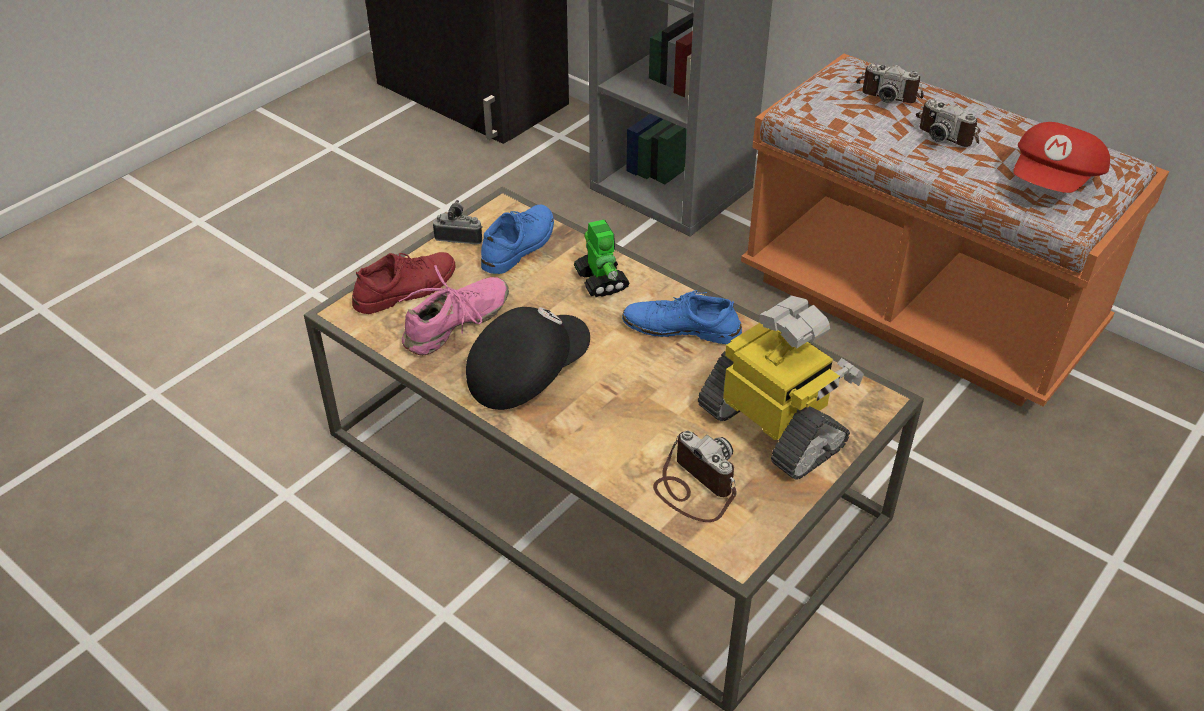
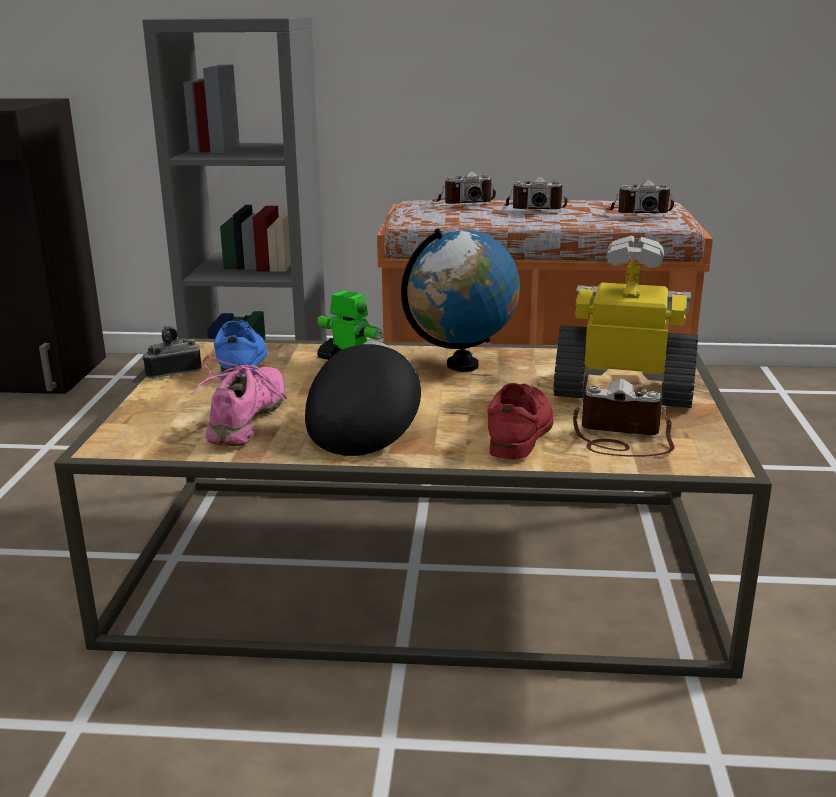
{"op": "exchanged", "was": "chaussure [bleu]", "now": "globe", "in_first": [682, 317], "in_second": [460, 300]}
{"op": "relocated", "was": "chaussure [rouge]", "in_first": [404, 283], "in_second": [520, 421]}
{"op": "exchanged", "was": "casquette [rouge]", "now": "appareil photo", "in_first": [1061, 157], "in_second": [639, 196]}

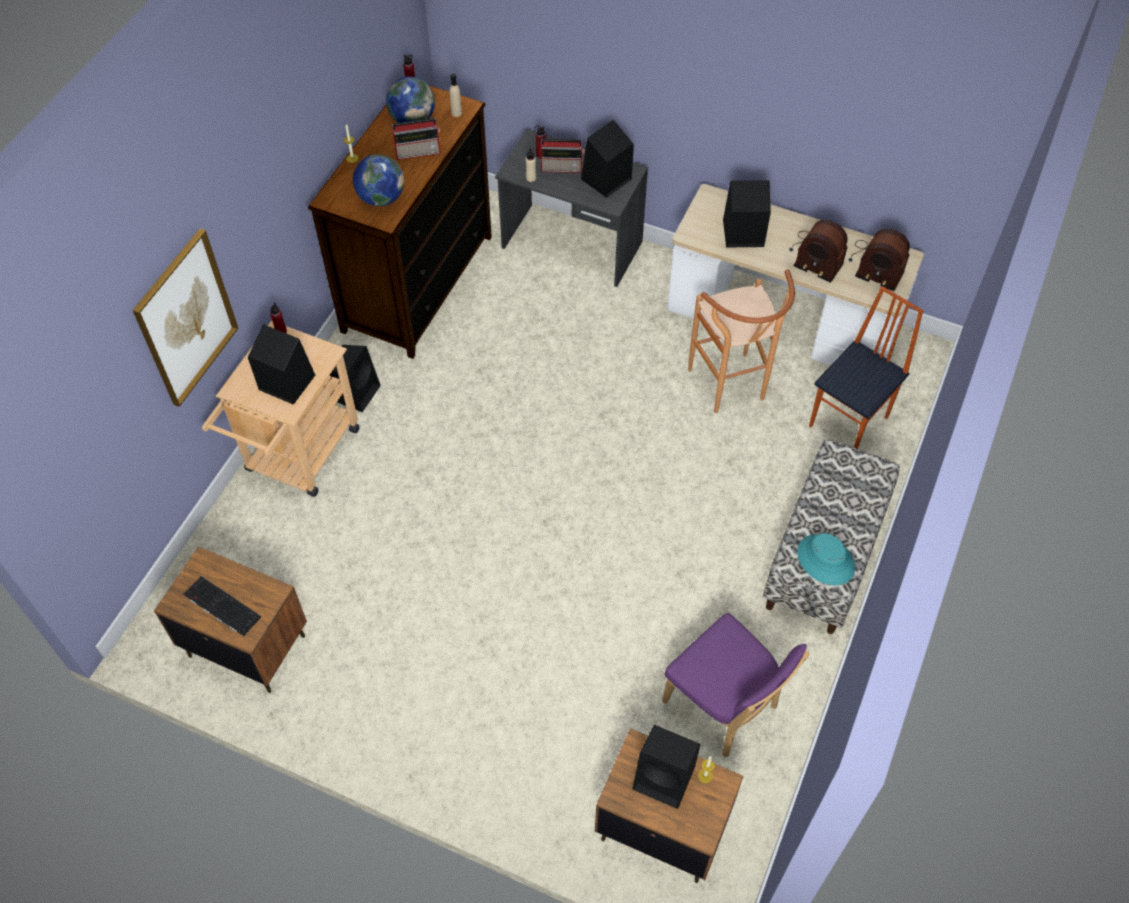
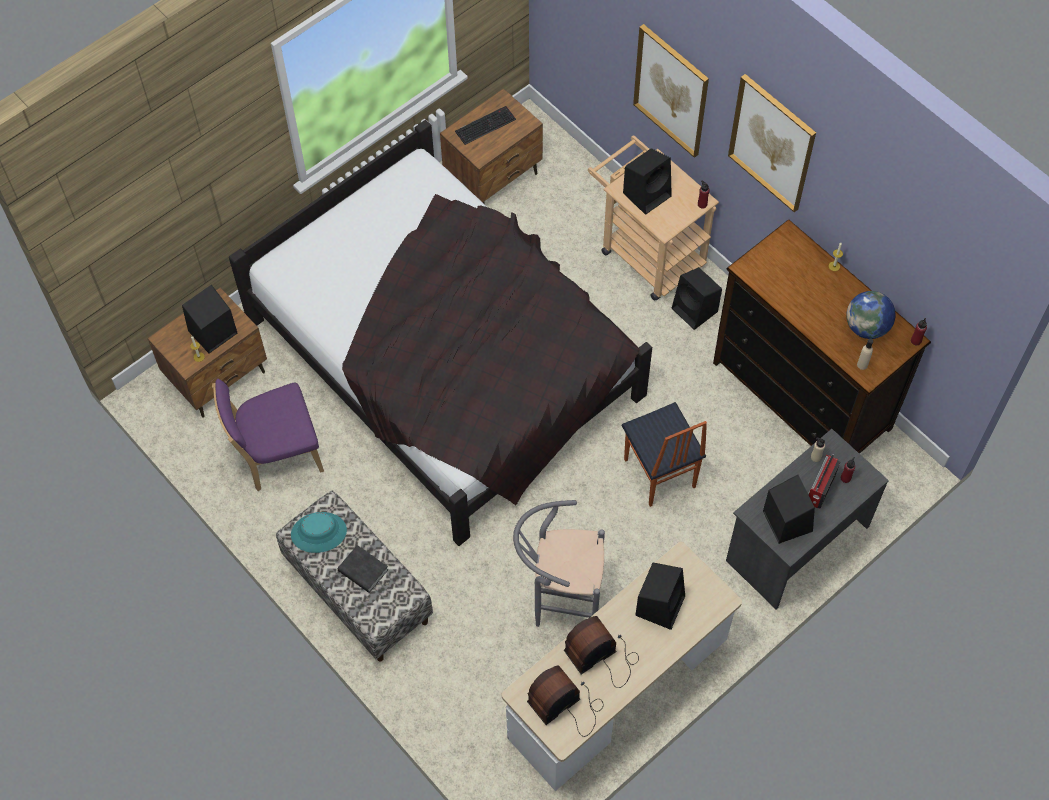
{"op": "appeared", "now": "lit [noir]", "in_second": [440, 333]}
{"op": "appeared", "now": "livre [noir]", "in_second": [363, 569]}
{"op": "colour", "was": "tabouret [marron]", "now": "tabouret [gris]", "in_first": [741, 341], "in_second": [559, 563]}
{"op": "relocated", "was": "chaise", "in_first": [866, 367], "in_second": [664, 454]}
{"op": "appeared", "now": "tableau", "in_second": [772, 143]}
{"op": "missing", "was": "globe", "in_first": [378, 180]}
{"op": "missing", "was": "radio", "in_first": [416, 139]}

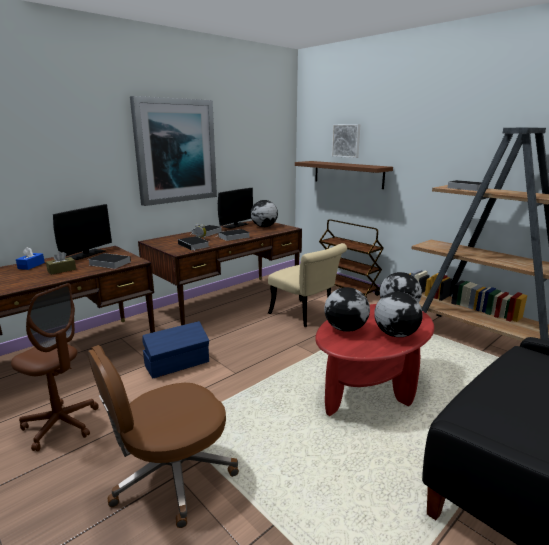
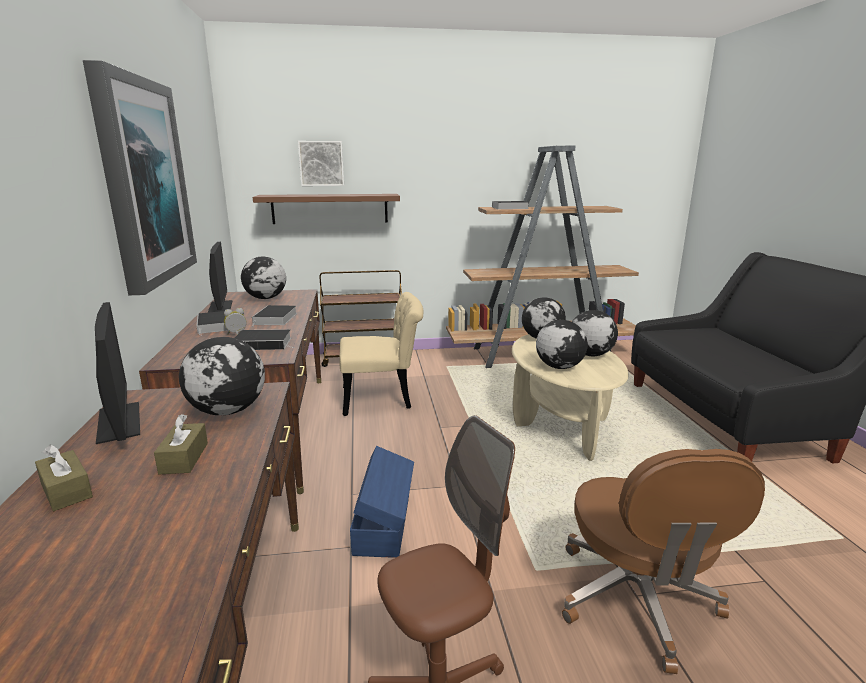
{"op": "colour", "was": "boîte à mouchoirs [bleu]", "now": "boîte à mouchoirs [marron]", "in_first": [30, 258], "in_second": [64, 478]}
{"op": "exchanged", "was": "livre", "now": "globe", "in_first": [109, 261], "in_second": [222, 376]}
{"op": "colour", "was": "table basse [rouge]", "now": "table basse [beige]", "in_first": [374, 360], "in_second": [570, 397]}

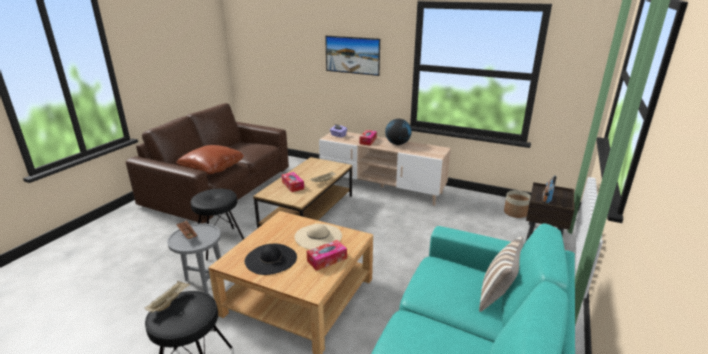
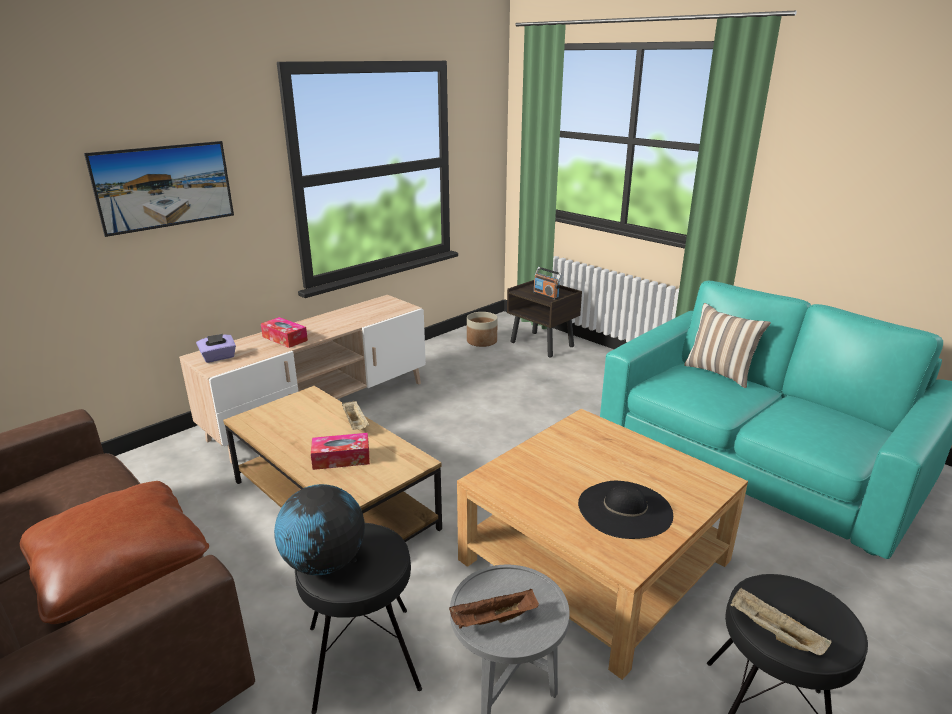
{"op": "relocated", "was": "globe", "in_first": [398, 132], "in_second": [319, 529]}
{"op": "missing", "was": "chapeau [beige]", "in_first": [318, 236]}
{"op": "missing", "was": "boîte à mouchoirs", "in_first": [327, 255]}

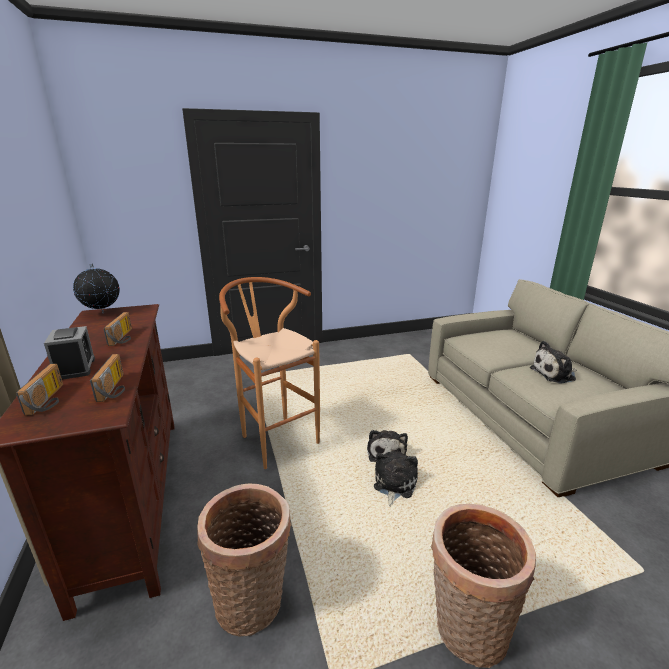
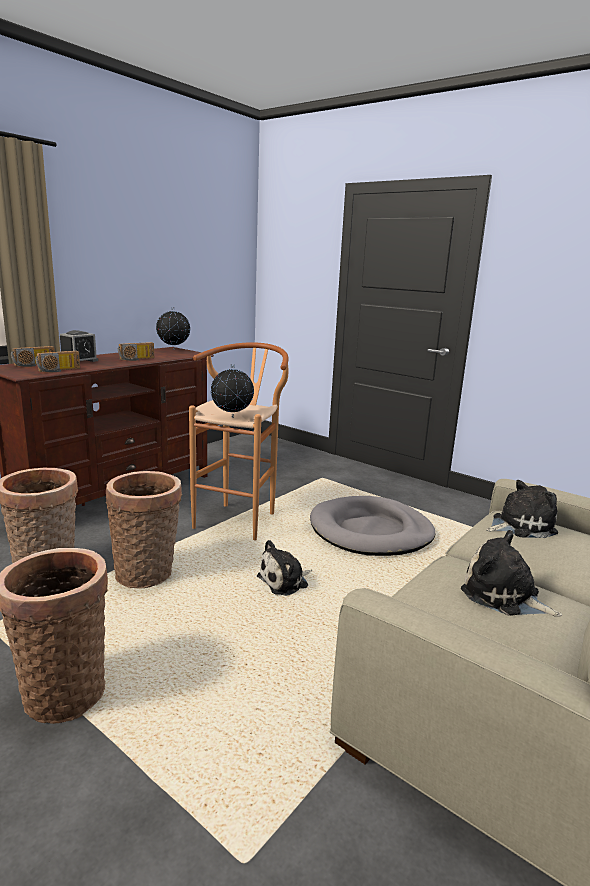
{"op": "appeared", "now": "panier", "in_second": [144, 529]}
{"op": "appeared", "now": "globe", "in_second": [232, 391]}
{"op": "appeared", "now": "panier pour chien [gris]", "in_second": [373, 526]}
{"op": "relocated", "was": "peluche", "in_first": [396, 478], "in_second": [522, 509]}

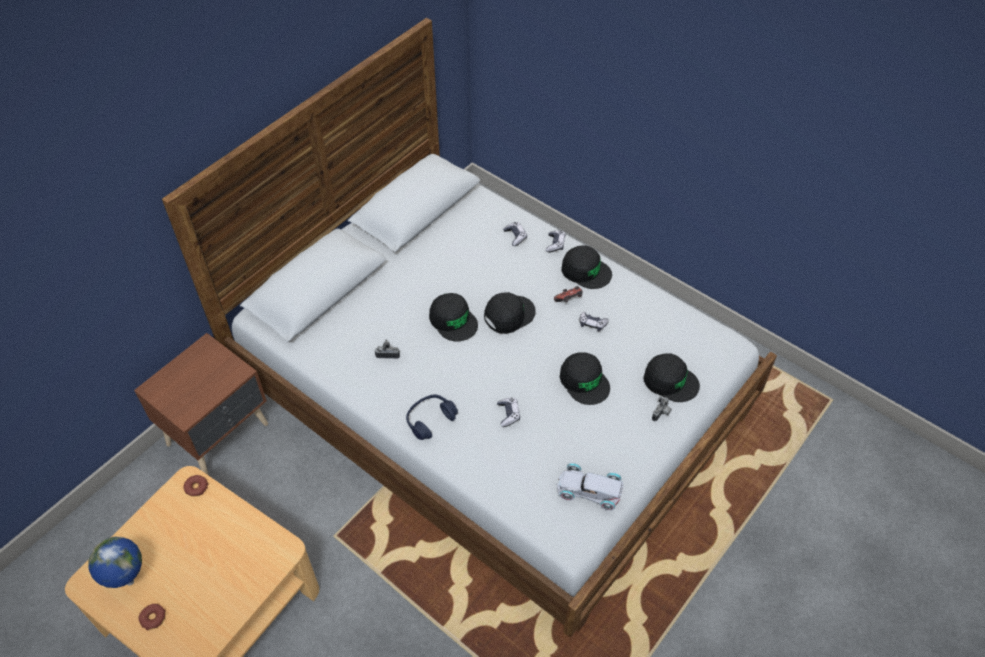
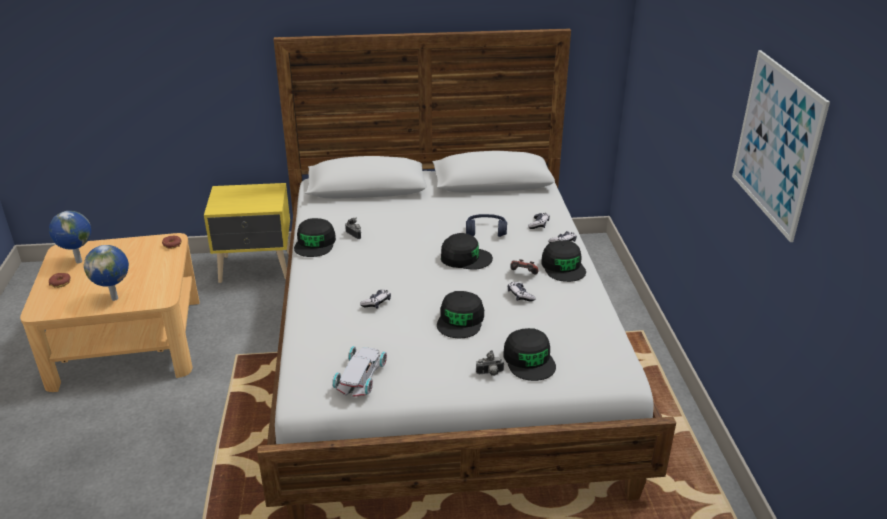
{"op": "appeared", "now": "globe", "in_second": [106, 273]}
{"op": "colour", "was": "table de chevet [marron]", "now": "table de chevet [jaune]", "in_first": [201, 404], "in_second": [247, 233]}
{"op": "relocated", "was": "casquette [noir]", "in_first": [453, 317], "in_second": [315, 237]}
{"op": "spun", "was": "petite voiture [blanc]", "in_first": [590, 486], "in_second": [359, 371], "clockwise": 45}
{"op": "relocated", "was": "casque audio [bleu]", "in_first": [432, 417], "in_second": [486, 225]}
{"op": "appeared", "now": "tableau", "in_second": [781, 146]}

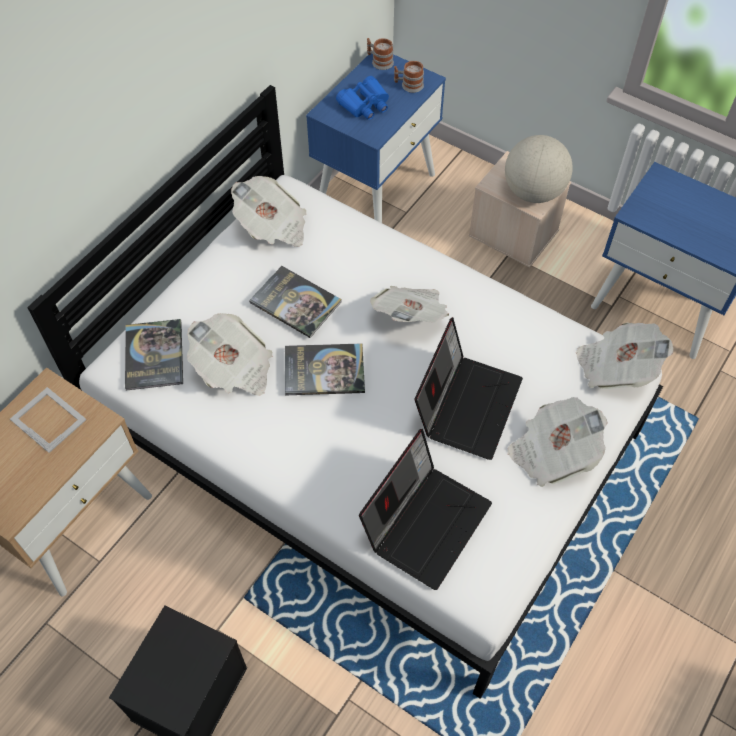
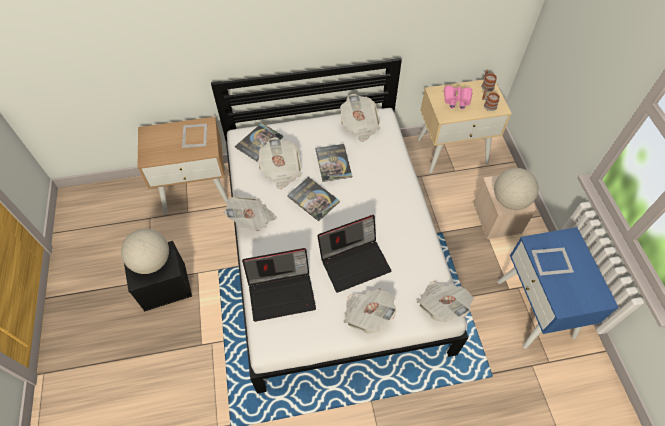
{"op": "appeared", "now": "globe", "in_second": [145, 251]}
{"op": "relocated", "was": "journal", "in_first": [409, 304], "in_second": [250, 213]}
{"op": "colour", "was": "table de chevet [bleu]", "now": "table de chevet [beige]", "in_first": [376, 138], "in_second": [464, 126]}
{"op": "colour", "was": "jumelles [bleu]", "now": "jumelles [rose]", "in_first": [362, 98], "in_second": [458, 97]}
{"op": "appeared", "now": "cadre photo", "in_second": [553, 262]}

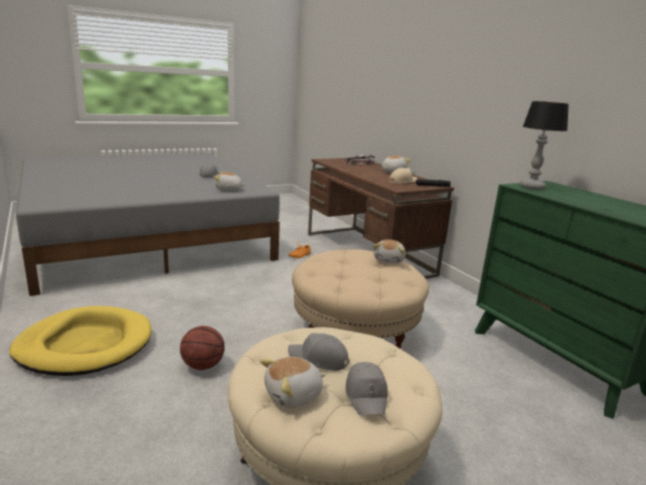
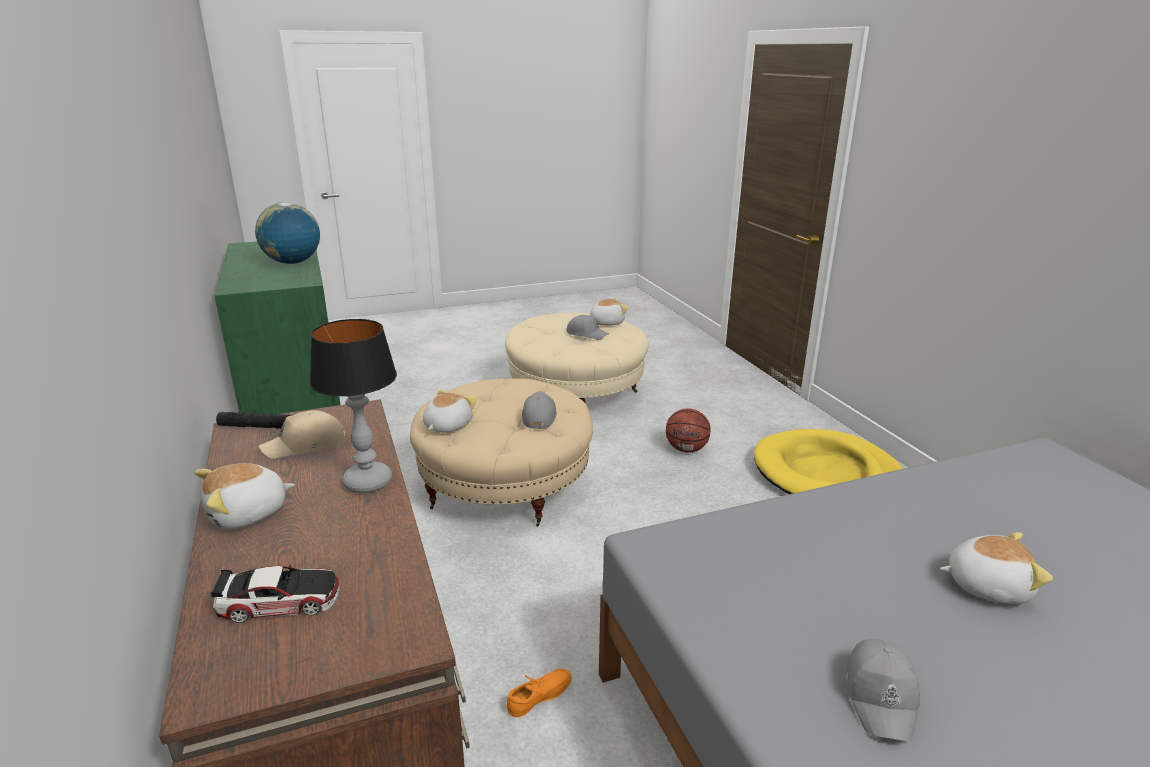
{"op": "appeared", "now": "globe", "in_second": [287, 233]}
{"op": "relocated", "was": "lampe de table", "in_first": [544, 145], "in_second": [353, 406]}
{"op": "relocated", "was": "casquette [gris]", "in_first": [367, 388], "in_second": [539, 410]}
{"op": "relocated", "was": "peluche", "in_first": [229, 181], "in_second": [996, 568]}

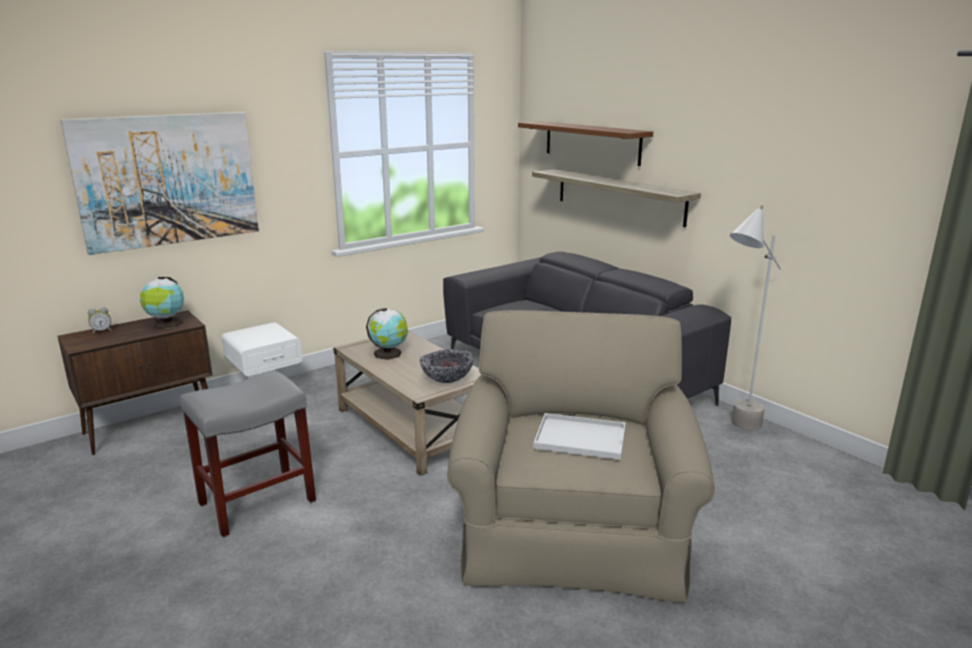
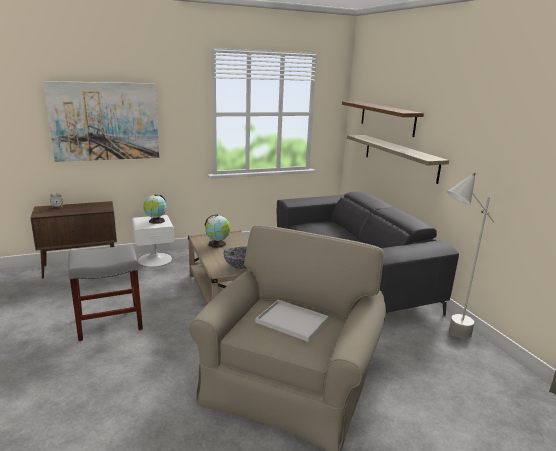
{"op": "relocated", "was": "globe", "in_first": [162, 303], "in_second": [155, 209]}

